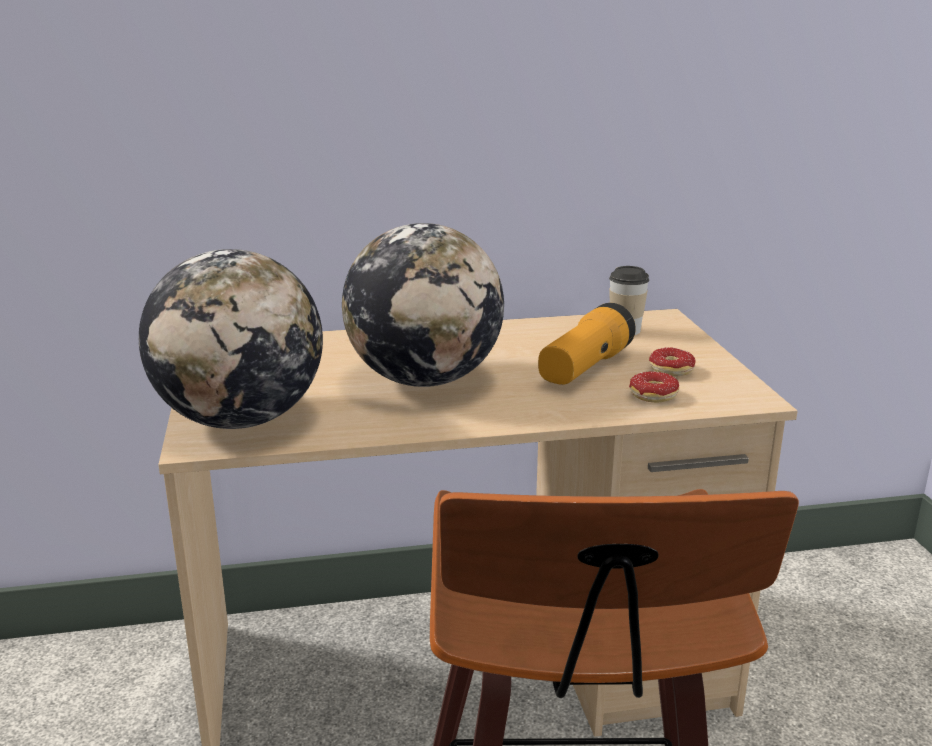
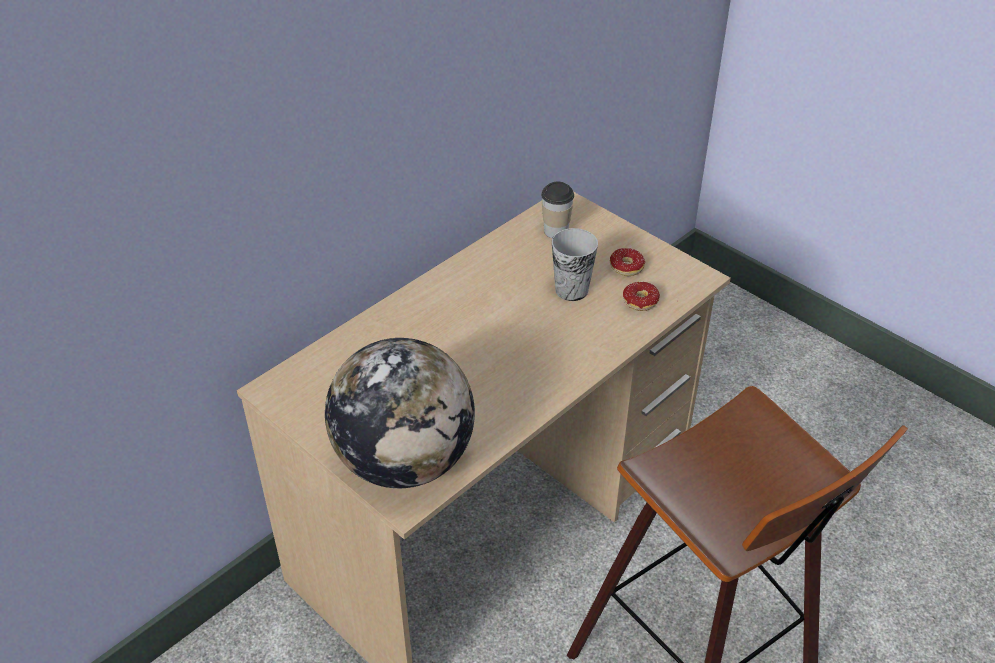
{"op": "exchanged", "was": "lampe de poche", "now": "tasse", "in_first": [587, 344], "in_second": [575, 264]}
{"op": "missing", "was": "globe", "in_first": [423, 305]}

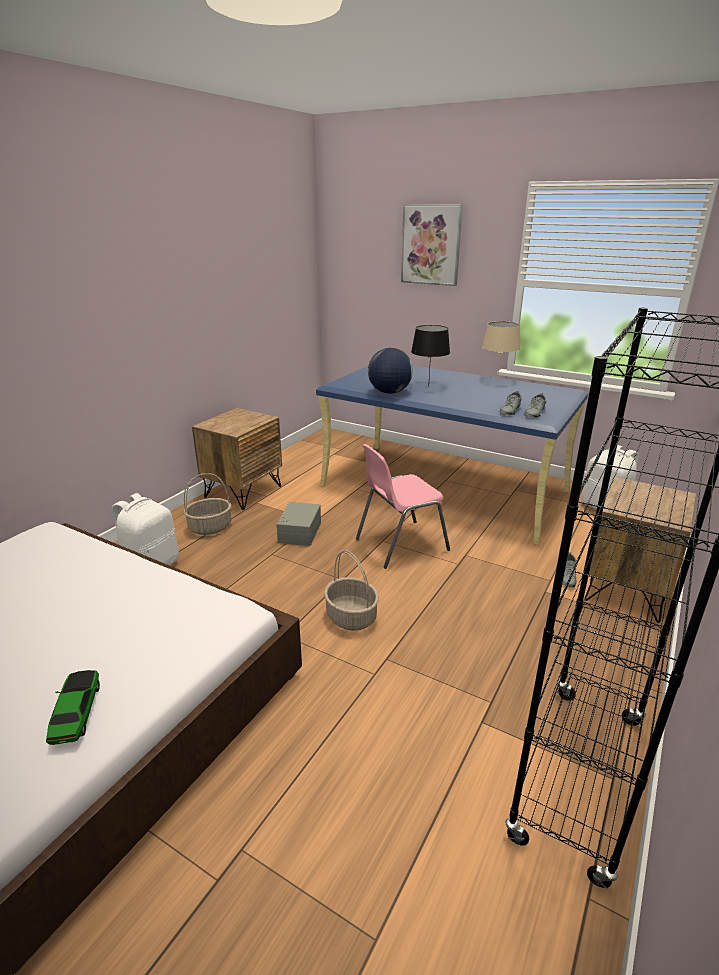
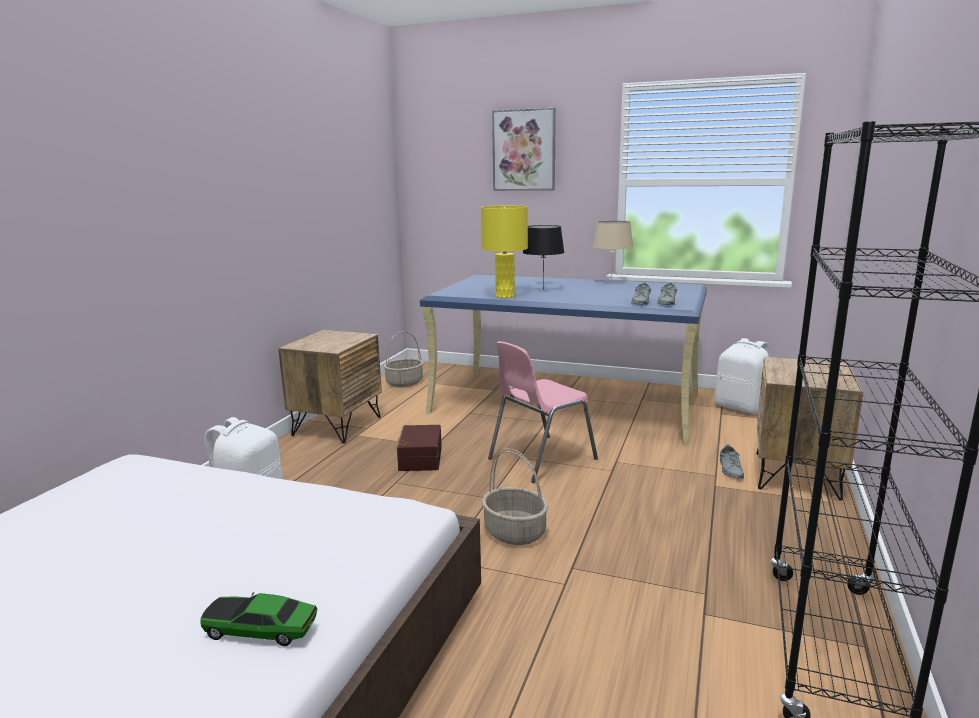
{"op": "spun", "was": "petite voiture", "in_first": [73, 707], "in_second": [258, 619], "clockwise": -60}
{"op": "relocated", "was": "panier", "in_first": [207, 504], "in_second": [404, 359]}
{"op": "colour", "was": "boîte de rangement [gris]", "now": "boîte de rangement [marron]", "in_first": [298, 524], "in_second": [419, 448]}
{"op": "exchanged", "was": "globe", "now": "lampe de table [jaune]", "in_first": [390, 371], "in_second": [504, 251]}

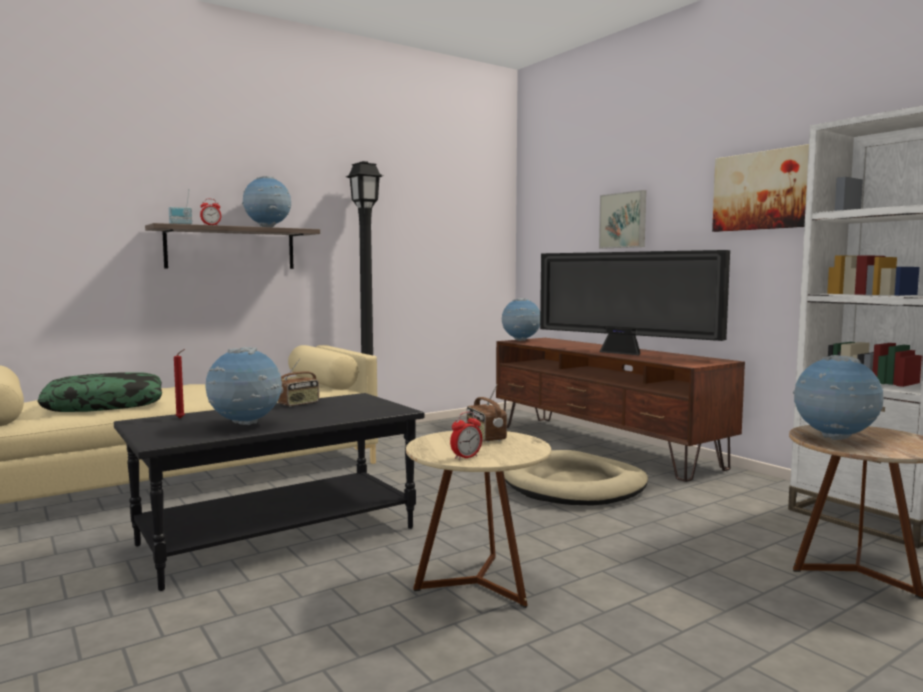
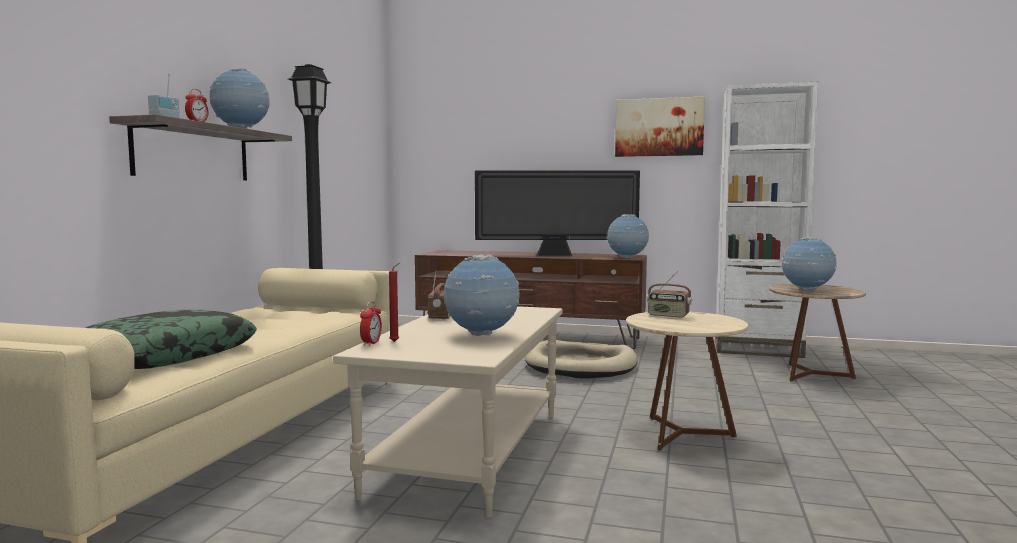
{"op": "colour", "was": "table basse [noir]", "now": "table basse [beige]", "in_first": [269, 492], "in_second": [448, 412]}
{"op": "relocated", "was": "réveil", "in_first": [466, 436], "in_second": [371, 323]}
{"op": "relocated", "was": "globe", "in_first": [521, 319], "in_second": [627, 236]}
{"op": "missing", "was": "tableau", "in_first": [622, 219]}

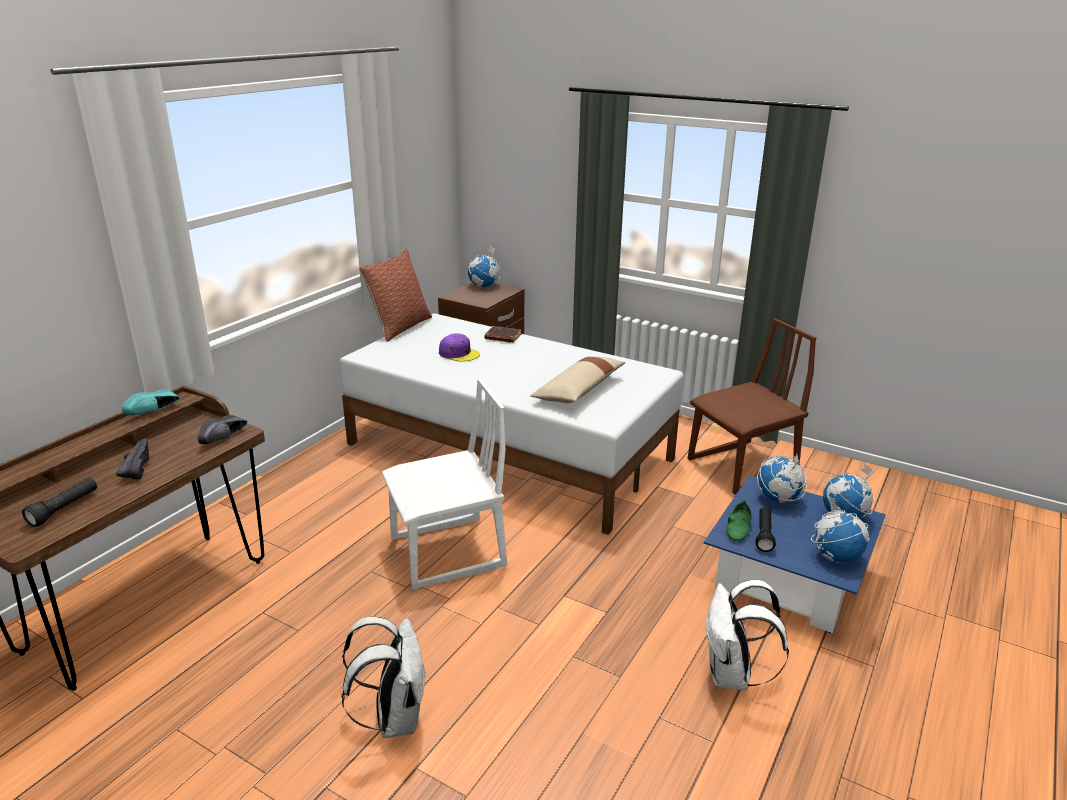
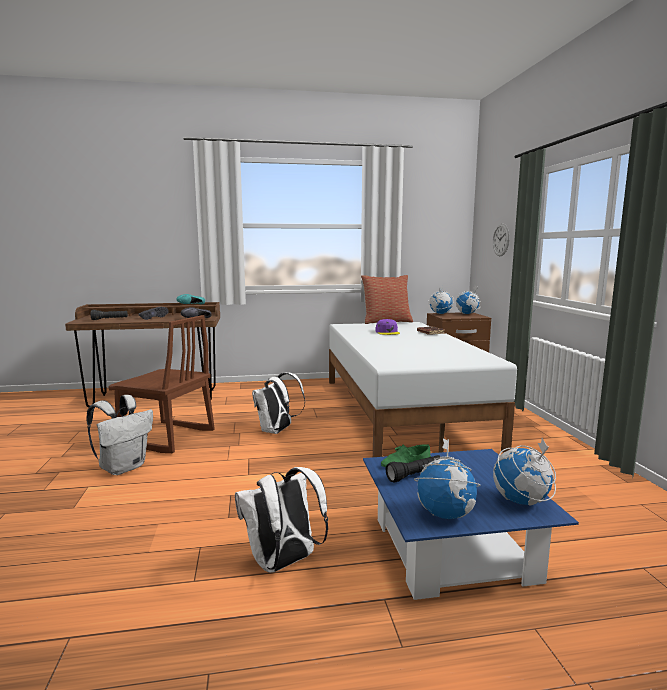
{"op": "relocated", "was": "chaise [marron]", "in_first": [751, 406], "in_second": [162, 384]}
{"op": "exchanged", "was": "chaise [blanc]", "now": "sac à dos [blanc]", "in_first": [444, 484], "in_second": [278, 403]}
{"op": "relocated", "was": "globe", "in_first": [782, 478], "in_second": [441, 299]}
{"op": "appeared", "now": "horloge murale", "in_second": [501, 240]}
{"op": "missing", "was": "coussin [beige]", "in_first": [578, 379]}

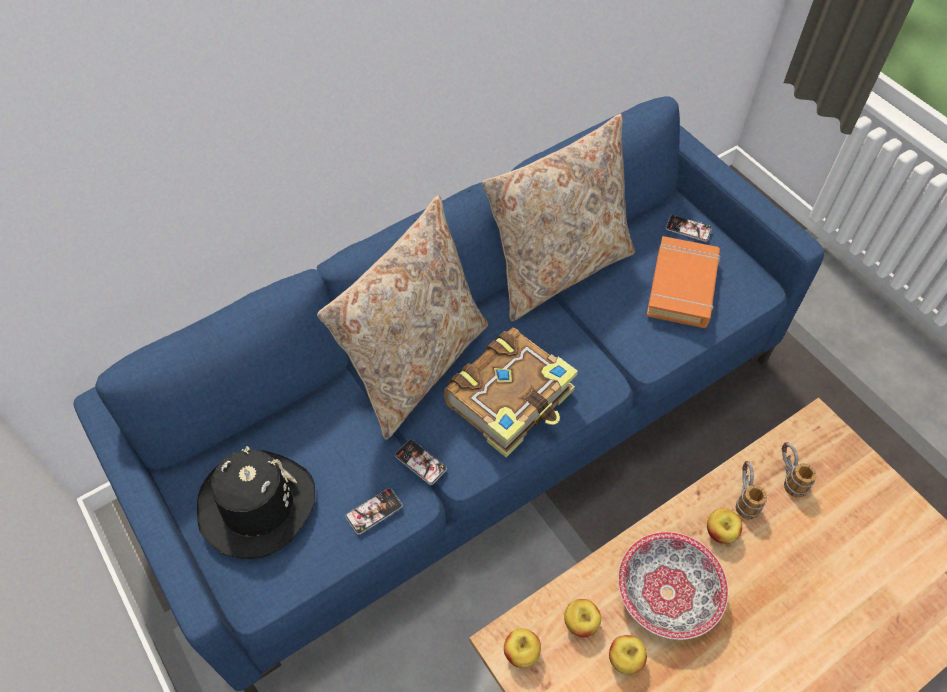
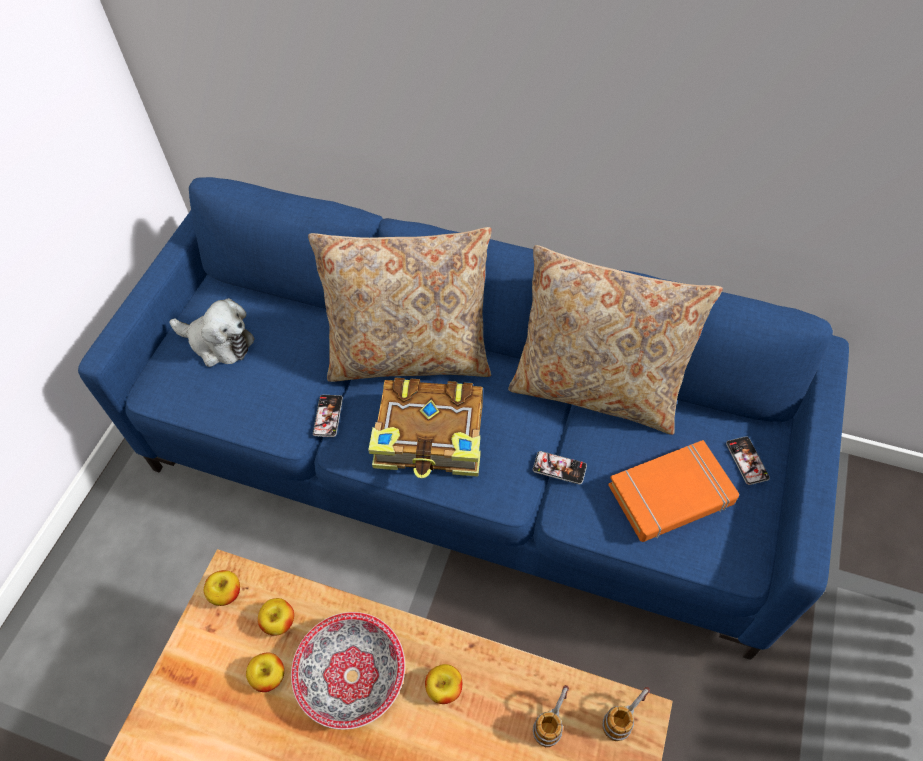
{"op": "exchanged", "was": "chapeau [noir]", "now": "peluche", "in_first": [256, 502], "in_second": [212, 332]}
{"op": "relocated", "was": "téléphone", "in_first": [374, 511], "in_second": [560, 467]}
{"op": "relocated", "was": "mug", "in_first": [751, 490], "in_second": [626, 714]}

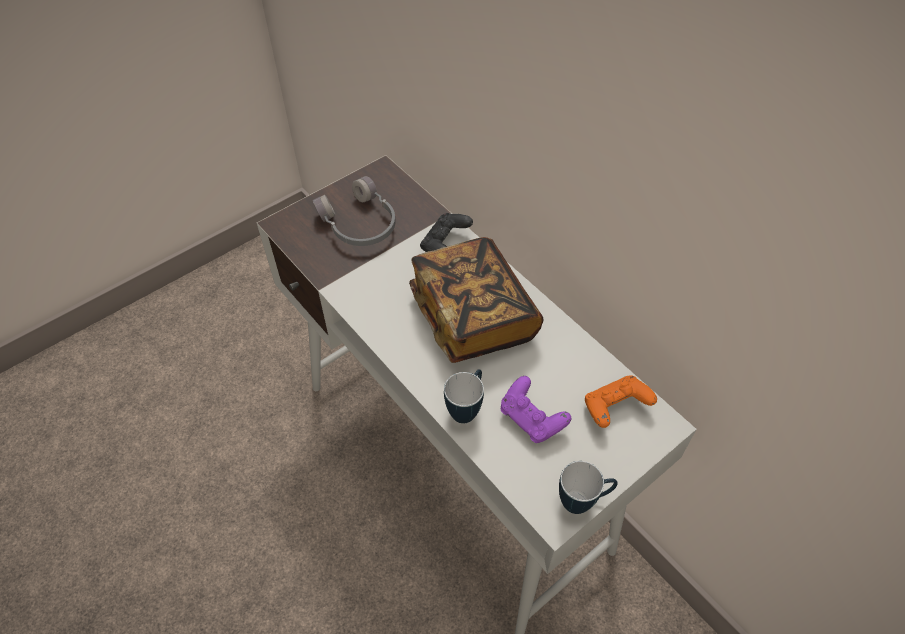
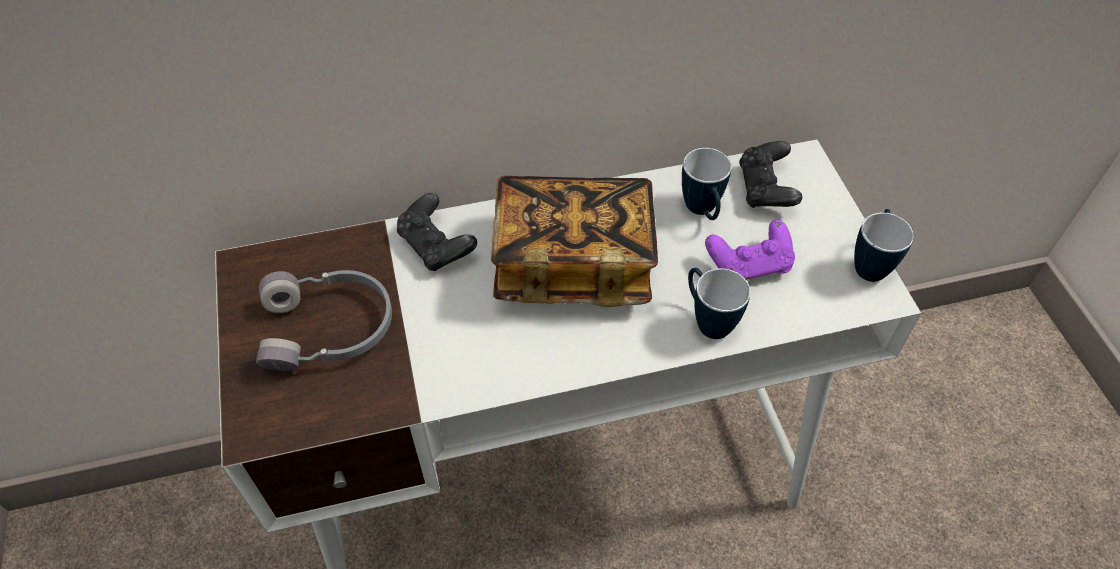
{"op": "appeared", "now": "mug", "in_second": [707, 184]}
{"op": "colour", "was": "manette [orange]", "now": "manette [noir]", "in_first": [621, 401], "in_second": [770, 174]}

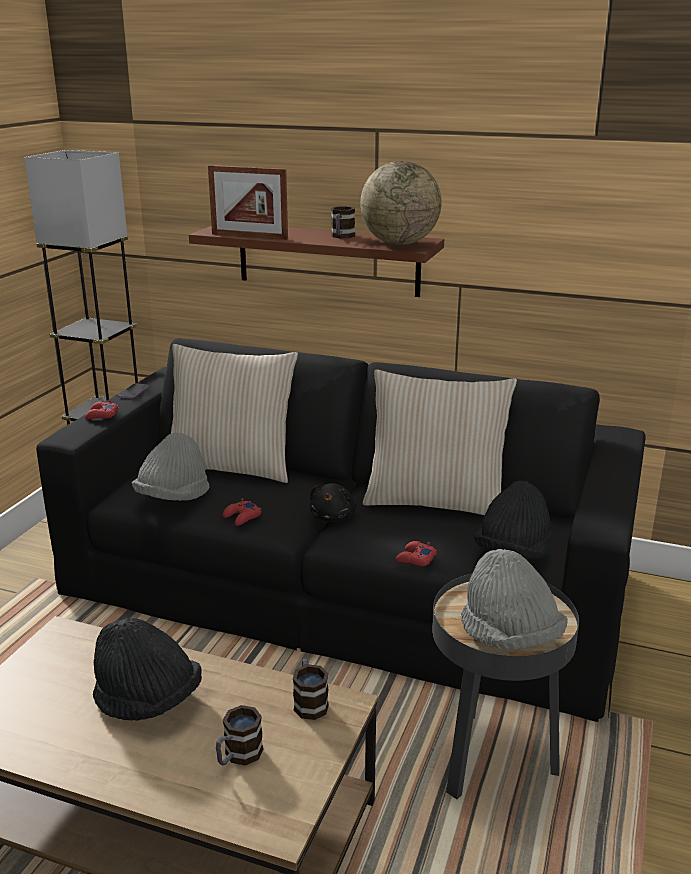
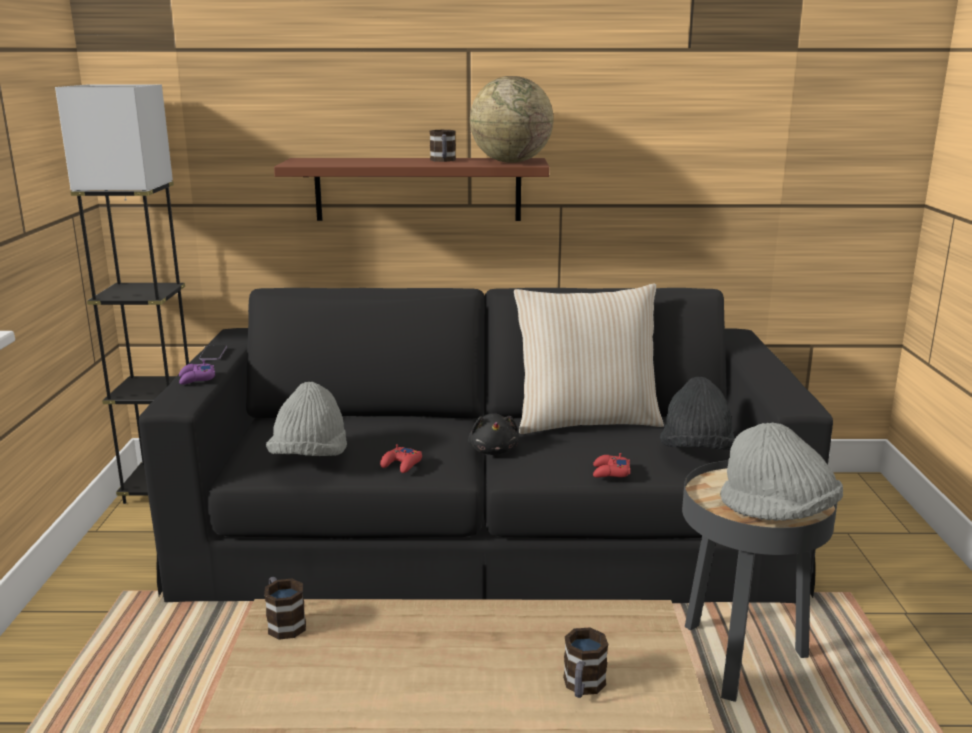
{"op": "colour", "was": "manette [rouge]", "now": "manette [violet]", "in_first": [102, 409], "in_second": [197, 372]}
{"op": "relocated", "was": "mug", "in_first": [311, 689], "in_second": [285, 608]}
{"op": "missing", "was": "chapeau [noir]", "in_first": [147, 669]}
{"op": "missing", "was": "coussin [beige]", "in_first": [234, 413]}
{"op": "missing", "was": "cadre photo", "in_first": [248, 202]}

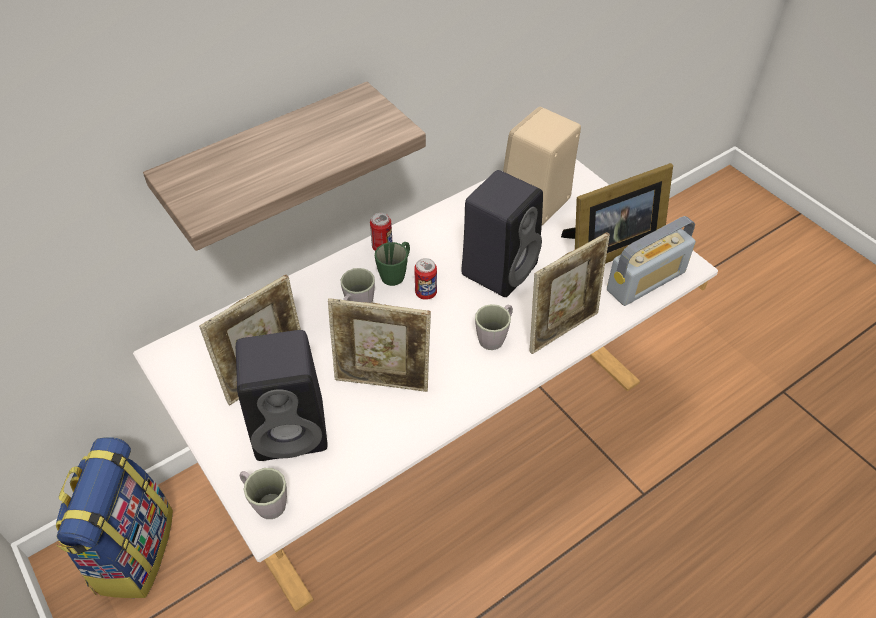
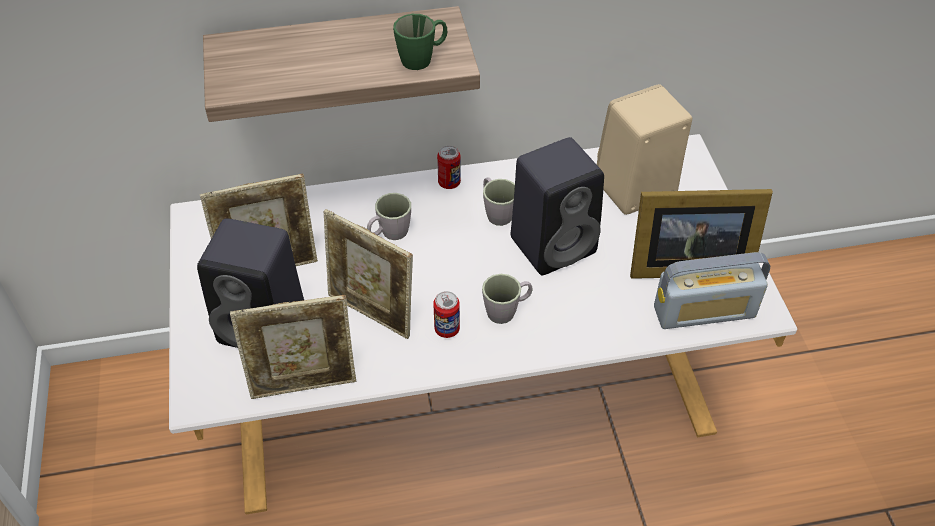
{"op": "relocated", "was": "cadre photo", "in_first": [570, 293], "in_second": [293, 347]}
{"op": "relocated", "was": "mug [vert]", "in_first": [392, 264], "in_second": [420, 42]}
{"op": "relocated", "was": "boîte métallique", "in_first": [425, 279], "in_second": [446, 314]}
{"op": "relocated", "was": "mug [gris]", "in_first": [263, 493], "in_second": [499, 201]}
{"op": "missing", "was": "sac à dos", "in_first": [114, 517]}

